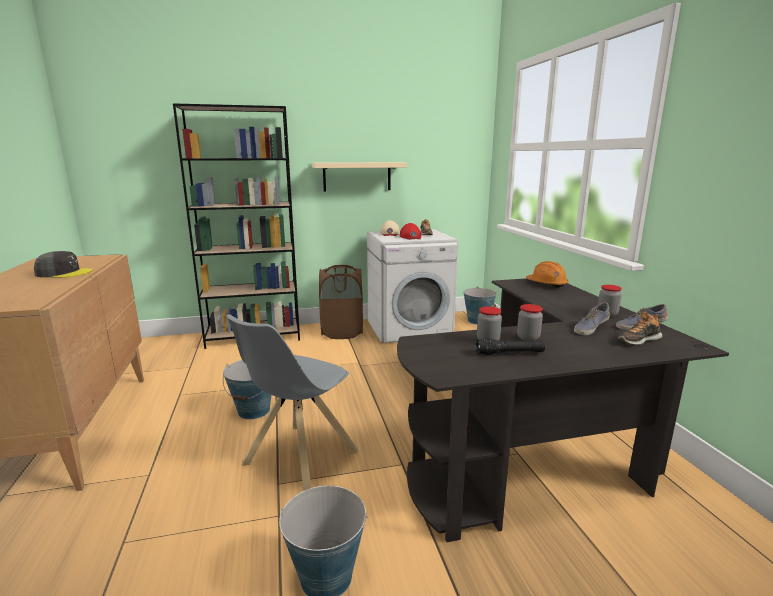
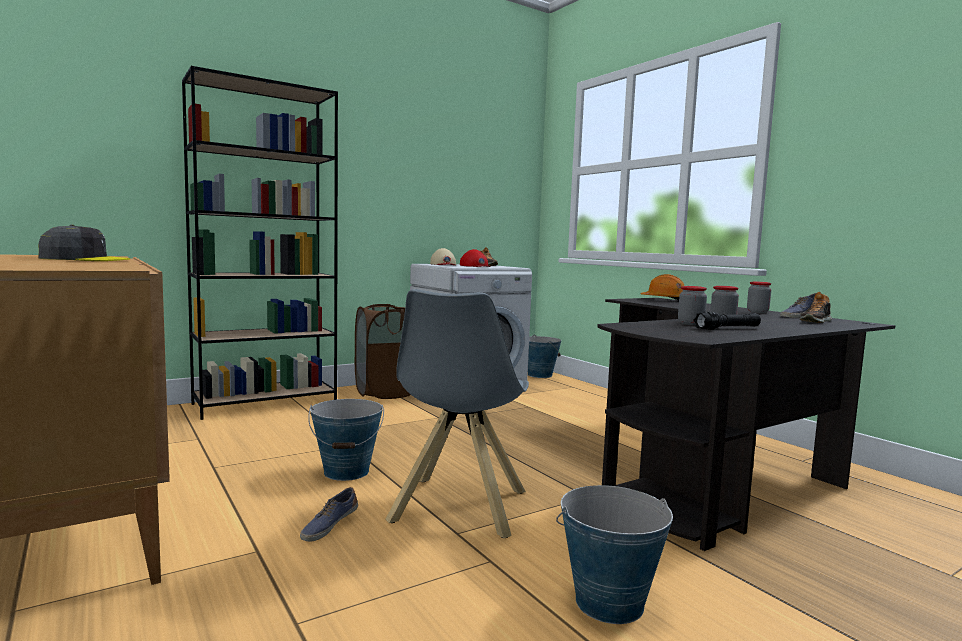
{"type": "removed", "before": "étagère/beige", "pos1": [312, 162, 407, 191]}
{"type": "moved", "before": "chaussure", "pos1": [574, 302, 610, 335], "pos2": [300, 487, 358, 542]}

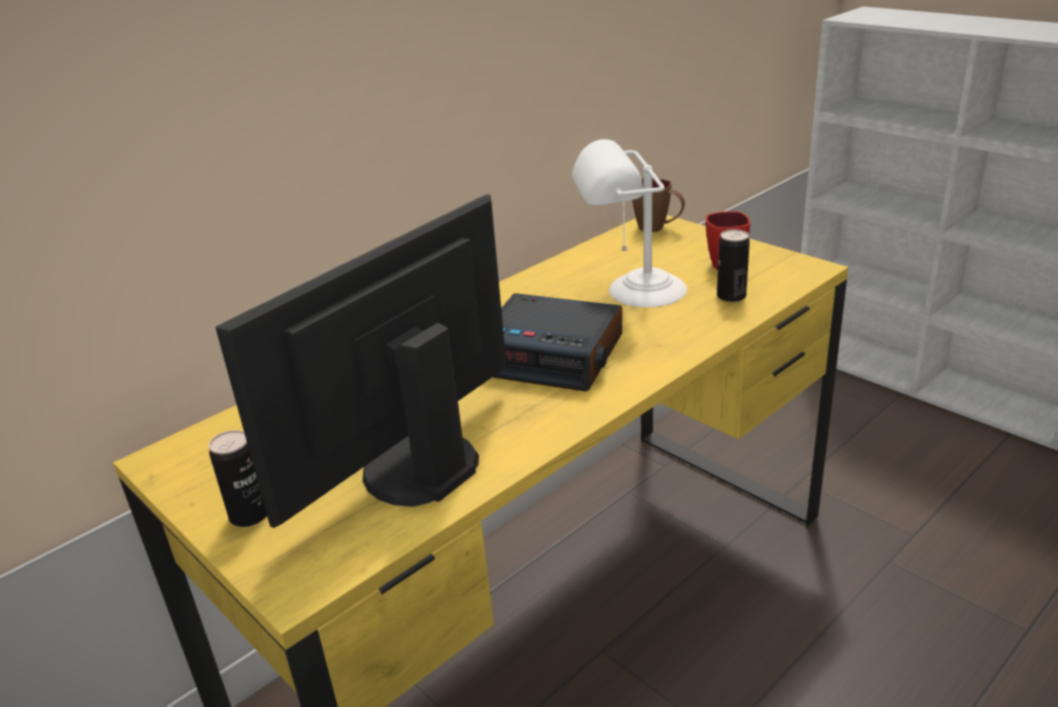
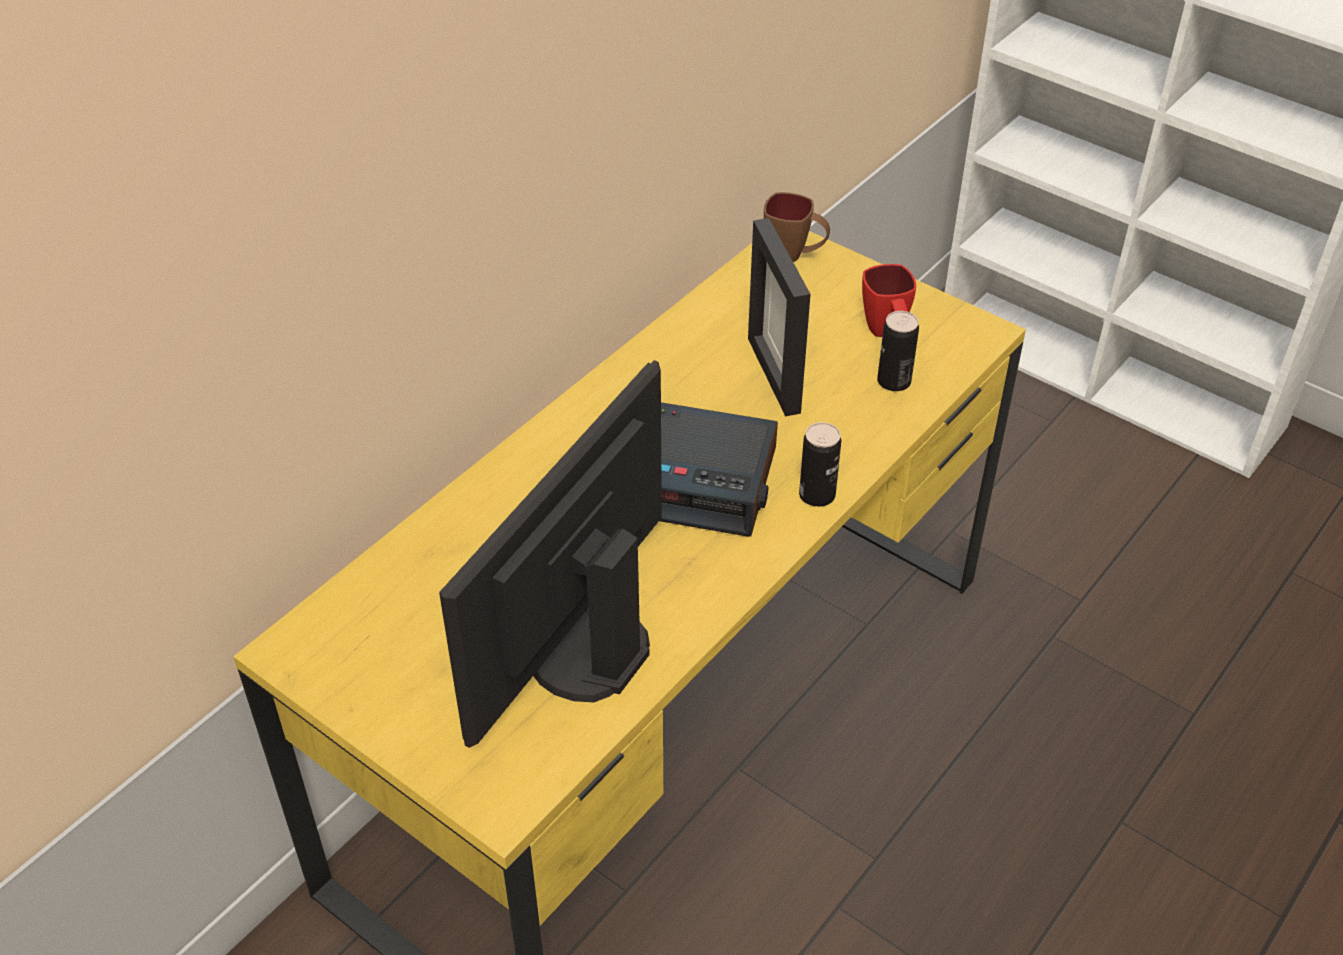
{"type": "moved", "before": "boîte métallique", "pos1": [209, 430, 267, 527], "pos2": [799, 422, 841, 507]}
{"type": "replaced", "before": "lampe de table/blanc", "after": "cadre photo", "pos1": [572, 139, 687, 307], "pos2": [748, 218, 811, 416]}

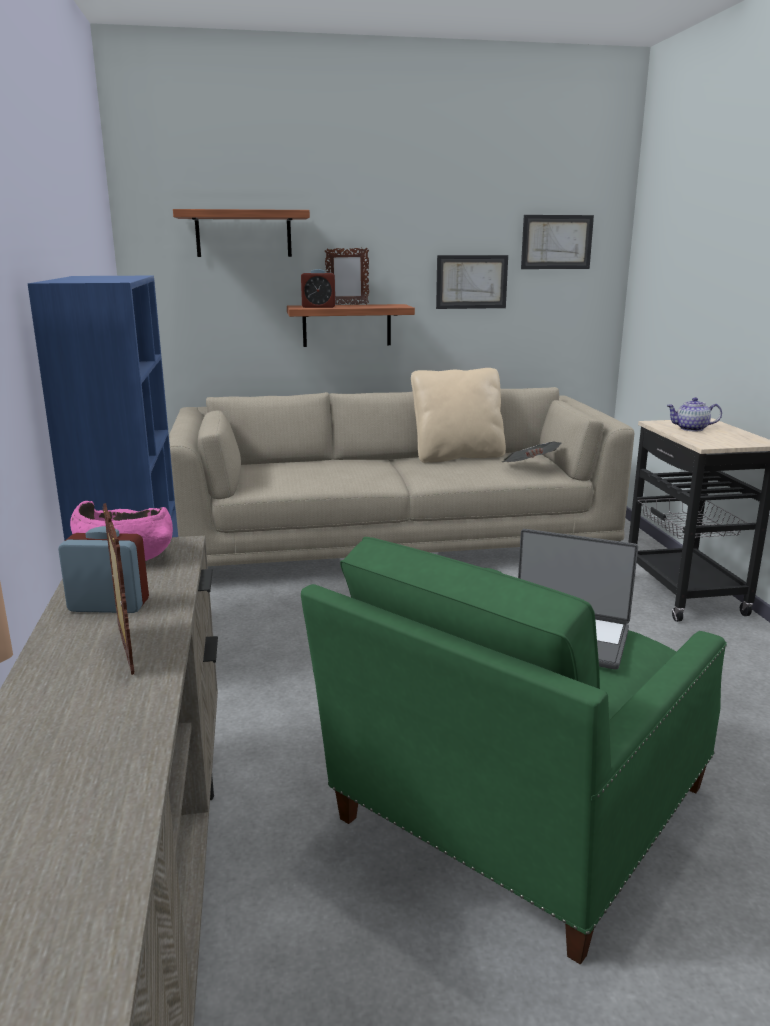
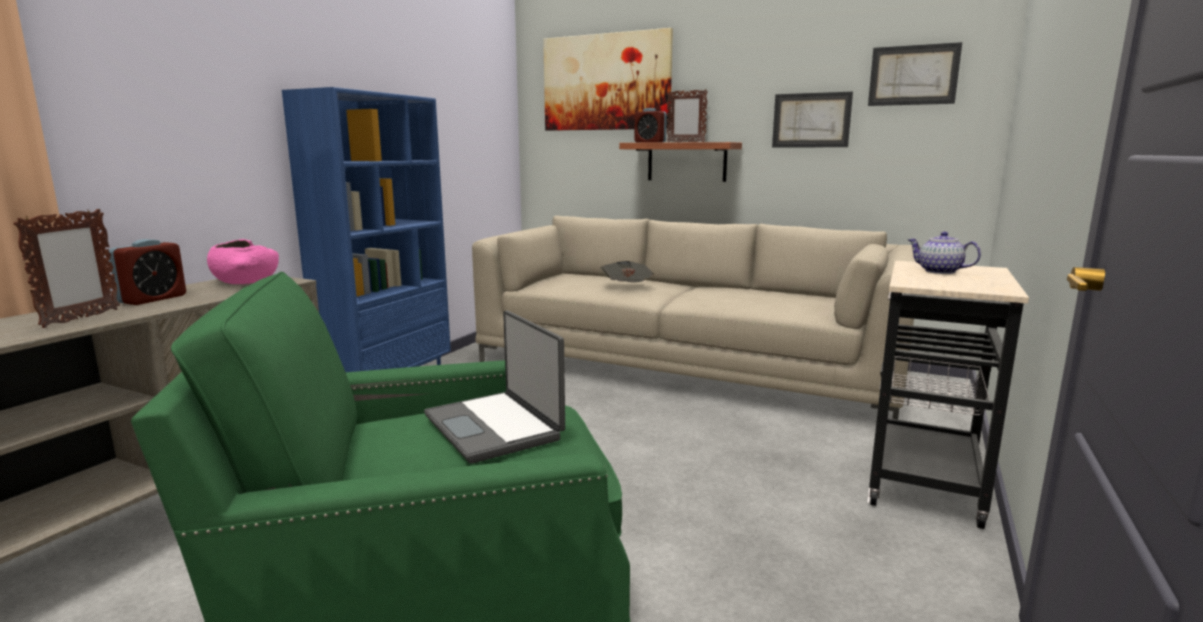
{"type": "turned", "before": "réveil", "pos1": [58, 526, 149, 613], "pos2": [108, 239, 186, 305], "turn": 75}
{"type": "replaced", "before": "étagère", "after": "tableau", "pos1": [173, 209, 310, 257], "pos2": [543, 28, 673, 131]}
{"type": "removed", "before": "coussin/beige", "pos1": [411, 368, 506, 463]}
{"type": "moved", "before": "journal", "pos1": [502, 441, 562, 462], "pos2": [600, 261, 654, 282]}

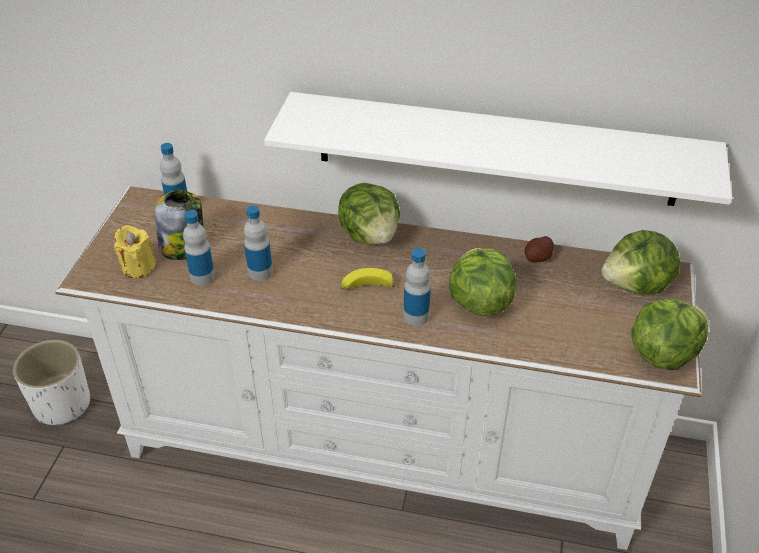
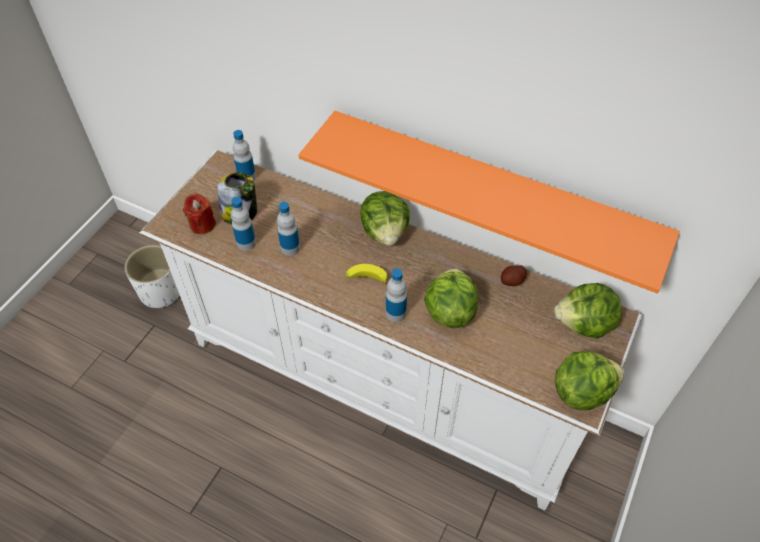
{"type": "recoloured", "before": "bougie/jaune", "after": "bougie/rouge", "pos1": [114, 225, 156, 278], "pos2": [183, 193, 216, 234]}
{"type": "recoloured", "before": "étagère/blanc", "after": "étagère/orange", "pos1": [264, 92, 732, 206], "pos2": [299, 111, 680, 293]}

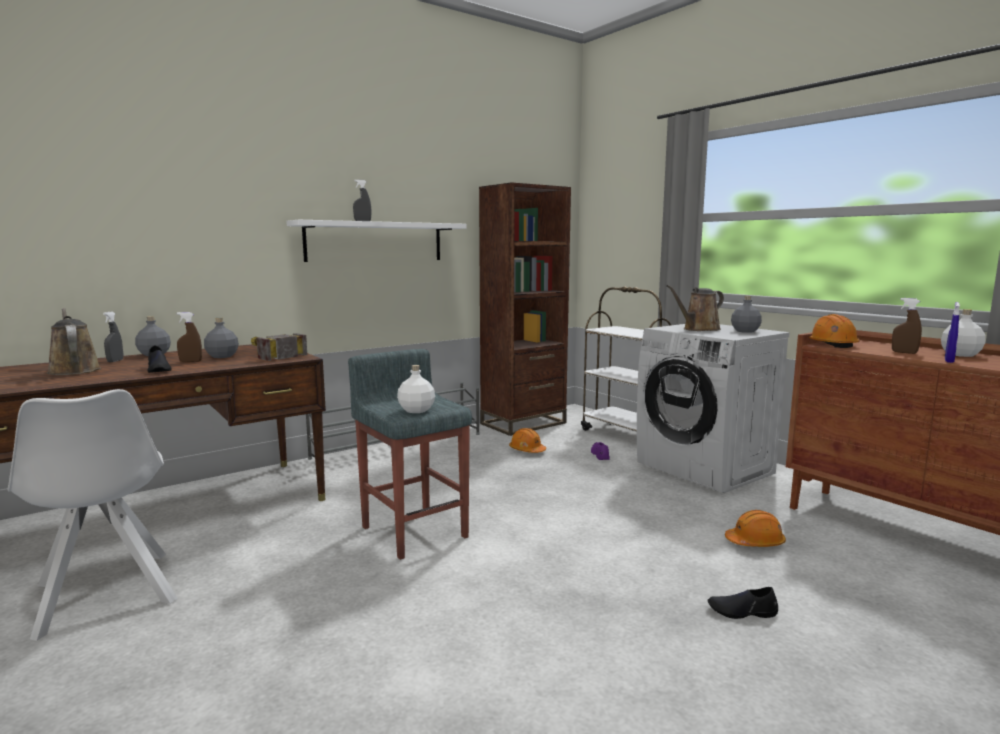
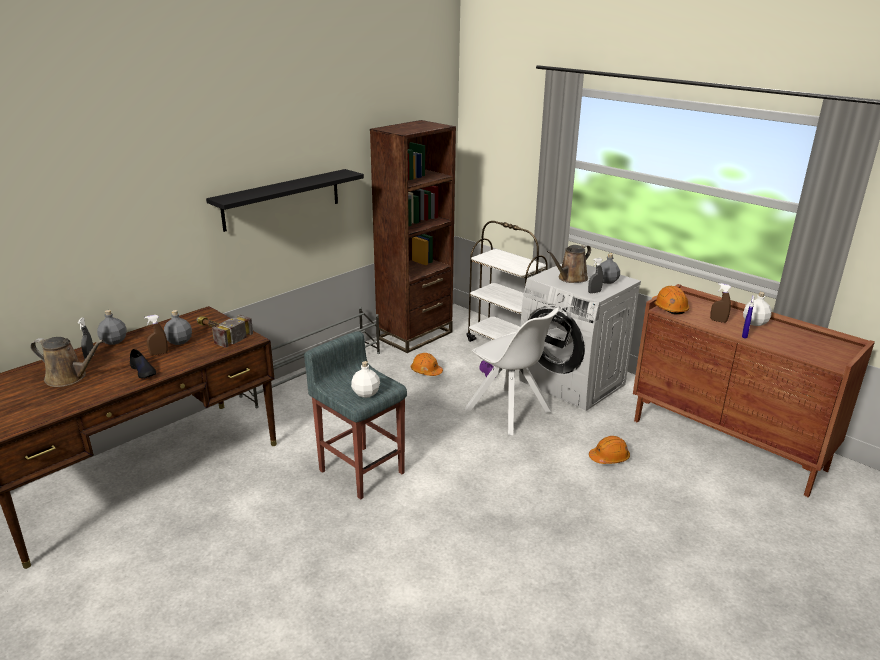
{"type": "moved", "before": "chaise/blanc", "pos1": [7, 389, 178, 641], "pos2": [465, 308, 559, 435]}
{"type": "turned", "before": "arrosoir/marron", "pos1": [47, 308, 101, 375], "pos2": [30, 337, 104, 387], "turn": 150}
{"type": "recoloured", "before": "étagère/blanc", "after": "étagère/noir", "pos1": [286, 220, 467, 262], "pos2": [206, 169, 364, 232]}
{"type": "moved", "before": "vaporisateur/gris", "pos1": [353, 179, 371, 221], "pos2": [588, 258, 603, 294]}
{"type": "removed", "before": "chaussure/noir", "pos1": [707, 587, 778, 619]}

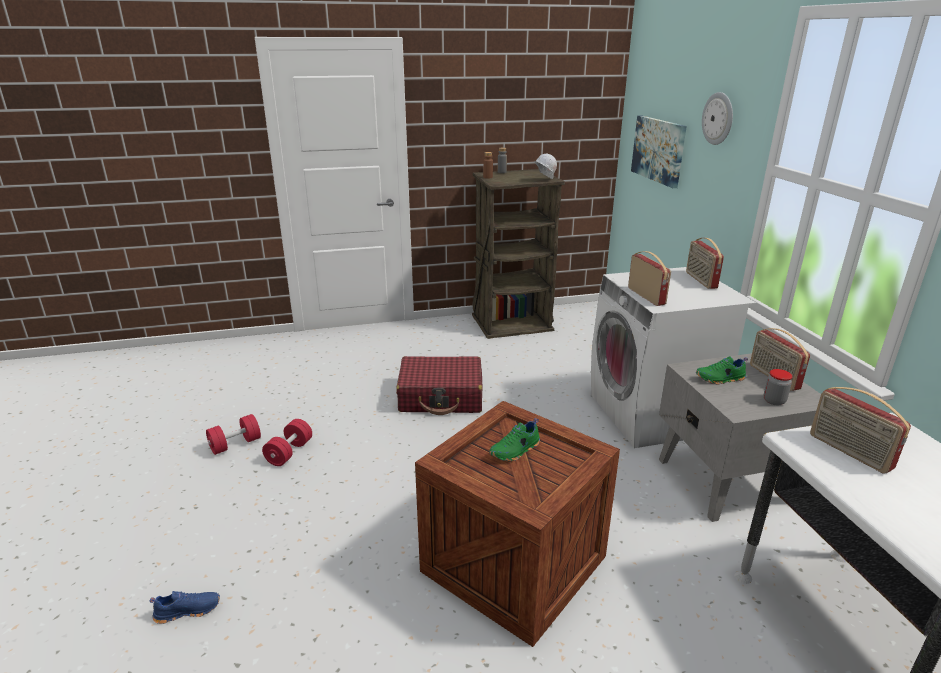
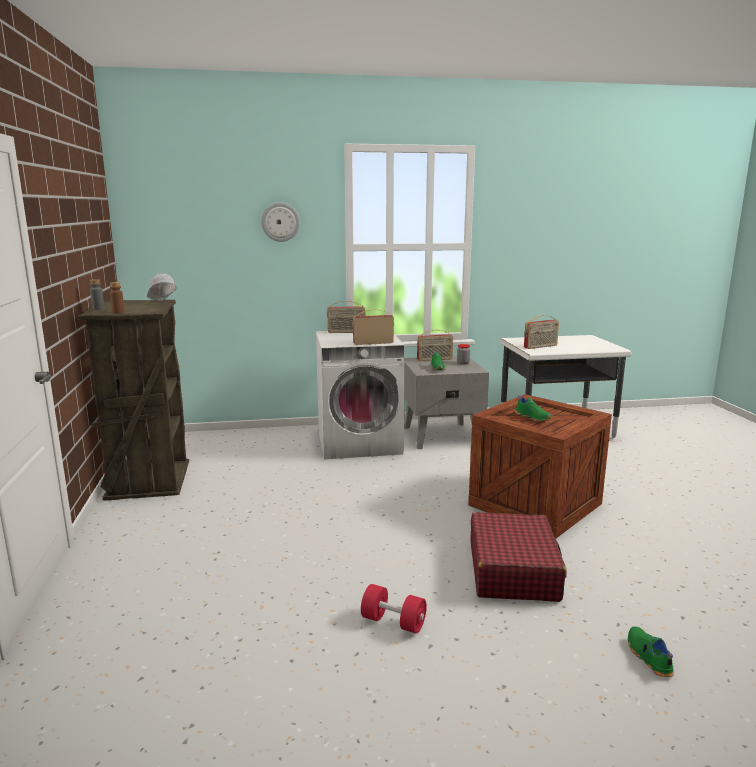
{"type": "recoloured", "before": "chaussure/bleu", "after": "chaussure/vert", "pos1": [150, 591, 220, 624], "pos2": [628, 626, 674, 677]}
{"type": "removed", "before": "haltère/rouge", "pos1": [206, 414, 261, 455]}
{"type": "moved", "before": "valise/rouge", "pos1": [396, 356, 482, 415], "pos2": [471, 512, 567, 602]}
{"type": "removed", "before": "tableau", "pos1": [631, 115, 687, 188]}

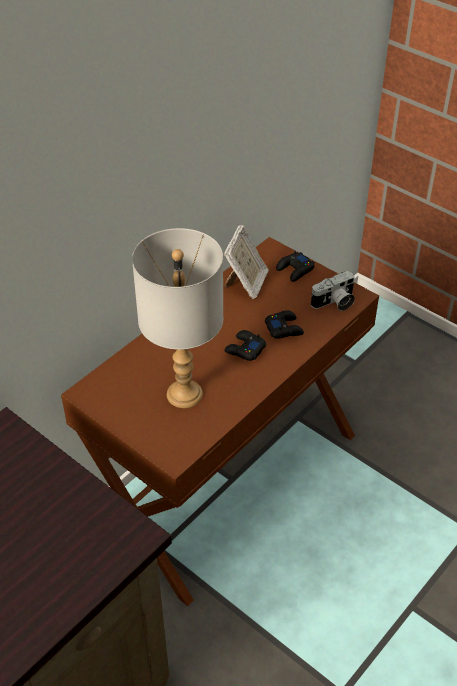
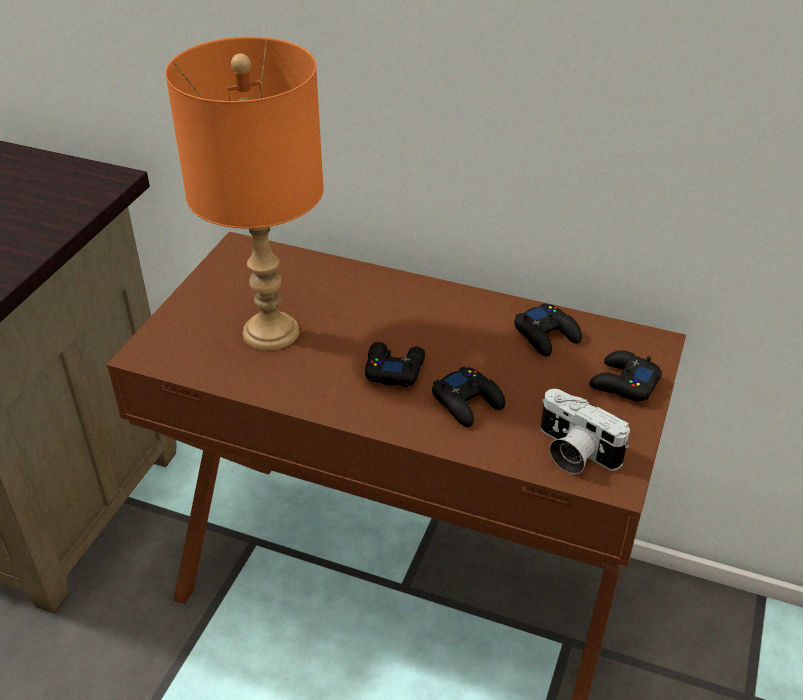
{"type": "recoloured", "before": "lampe de table/gris", "after": "lampe de table/orange", "pos1": [132, 228, 223, 408], "pos2": [165, 37, 324, 351]}
{"type": "replaced", "before": "cadre photo", "after": "manette/noir", "pos1": [224, 225, 269, 299], "pos2": [514, 303, 582, 356]}

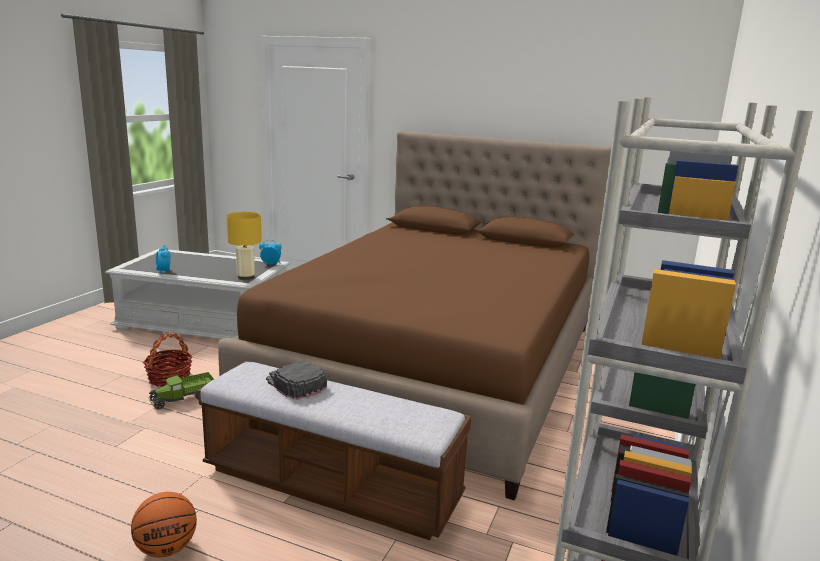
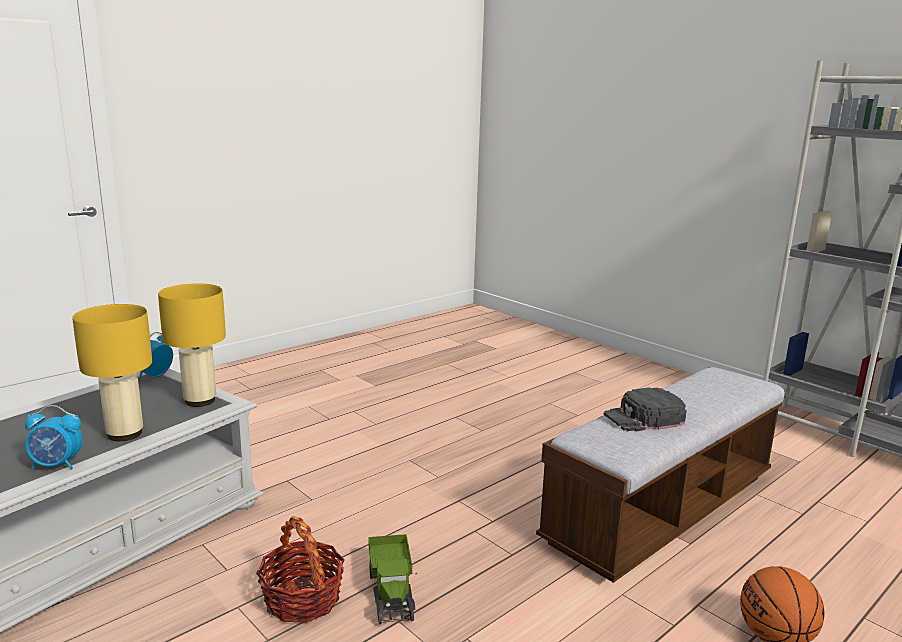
{"type": "removed", "before": "lit/marron", "pos1": [218, 131, 612, 500]}
{"type": "added", "after": "lampe de table/jaune", "pos2": [72, 304, 152, 441]}

